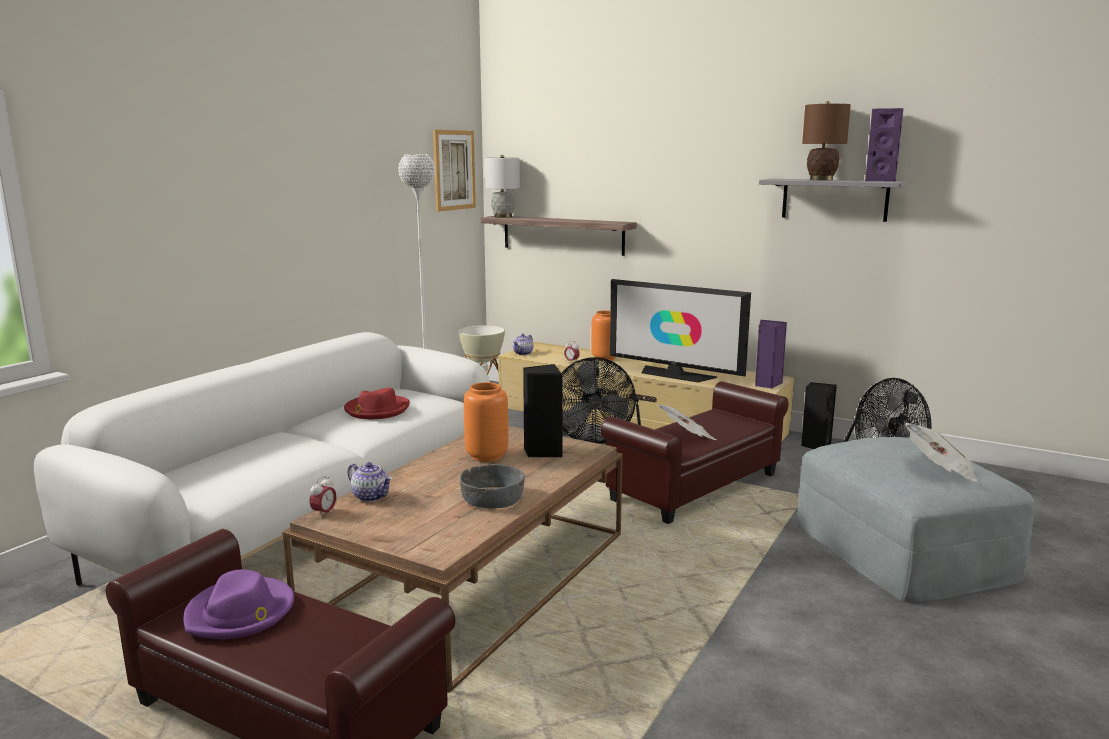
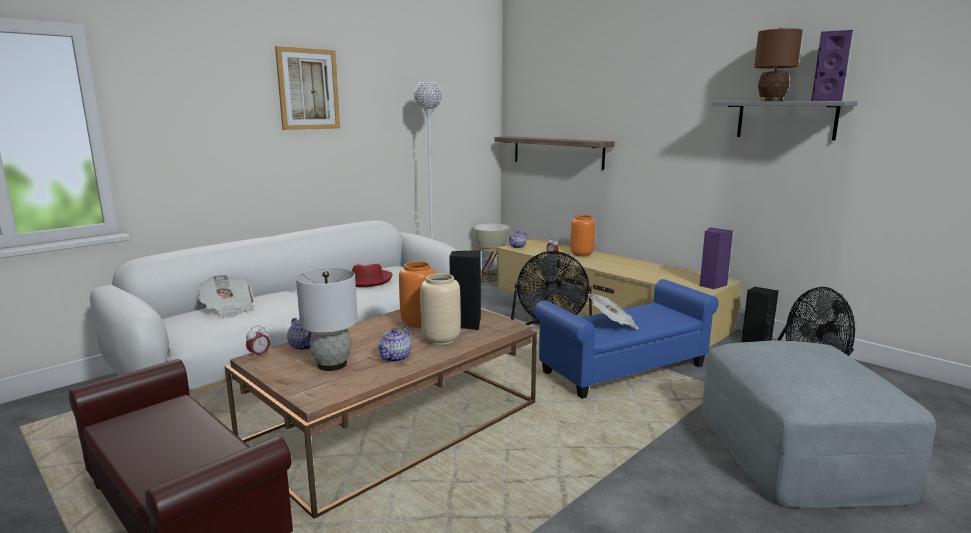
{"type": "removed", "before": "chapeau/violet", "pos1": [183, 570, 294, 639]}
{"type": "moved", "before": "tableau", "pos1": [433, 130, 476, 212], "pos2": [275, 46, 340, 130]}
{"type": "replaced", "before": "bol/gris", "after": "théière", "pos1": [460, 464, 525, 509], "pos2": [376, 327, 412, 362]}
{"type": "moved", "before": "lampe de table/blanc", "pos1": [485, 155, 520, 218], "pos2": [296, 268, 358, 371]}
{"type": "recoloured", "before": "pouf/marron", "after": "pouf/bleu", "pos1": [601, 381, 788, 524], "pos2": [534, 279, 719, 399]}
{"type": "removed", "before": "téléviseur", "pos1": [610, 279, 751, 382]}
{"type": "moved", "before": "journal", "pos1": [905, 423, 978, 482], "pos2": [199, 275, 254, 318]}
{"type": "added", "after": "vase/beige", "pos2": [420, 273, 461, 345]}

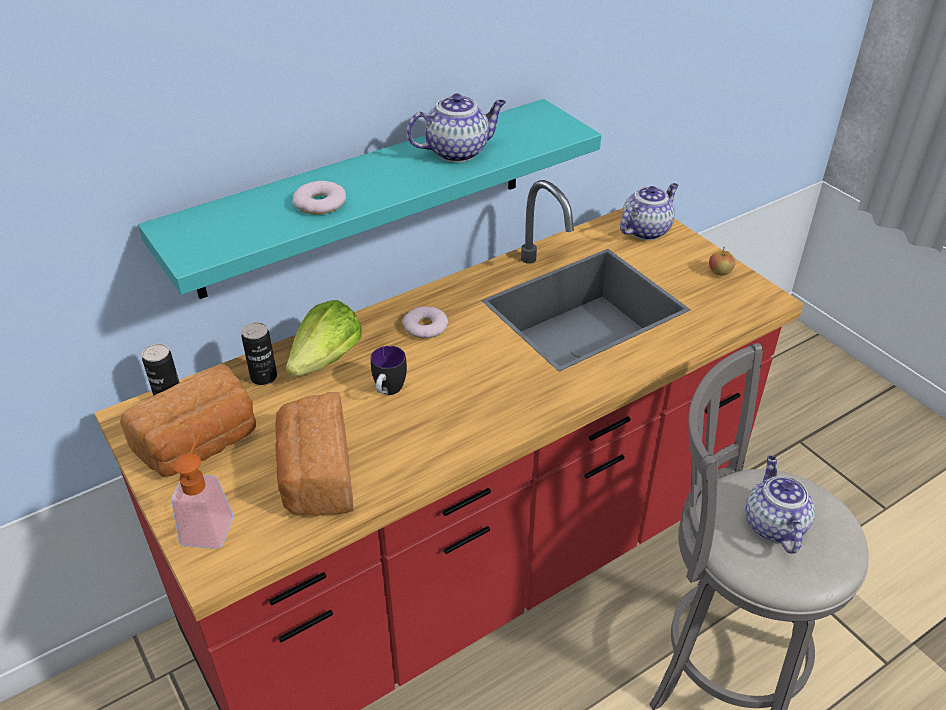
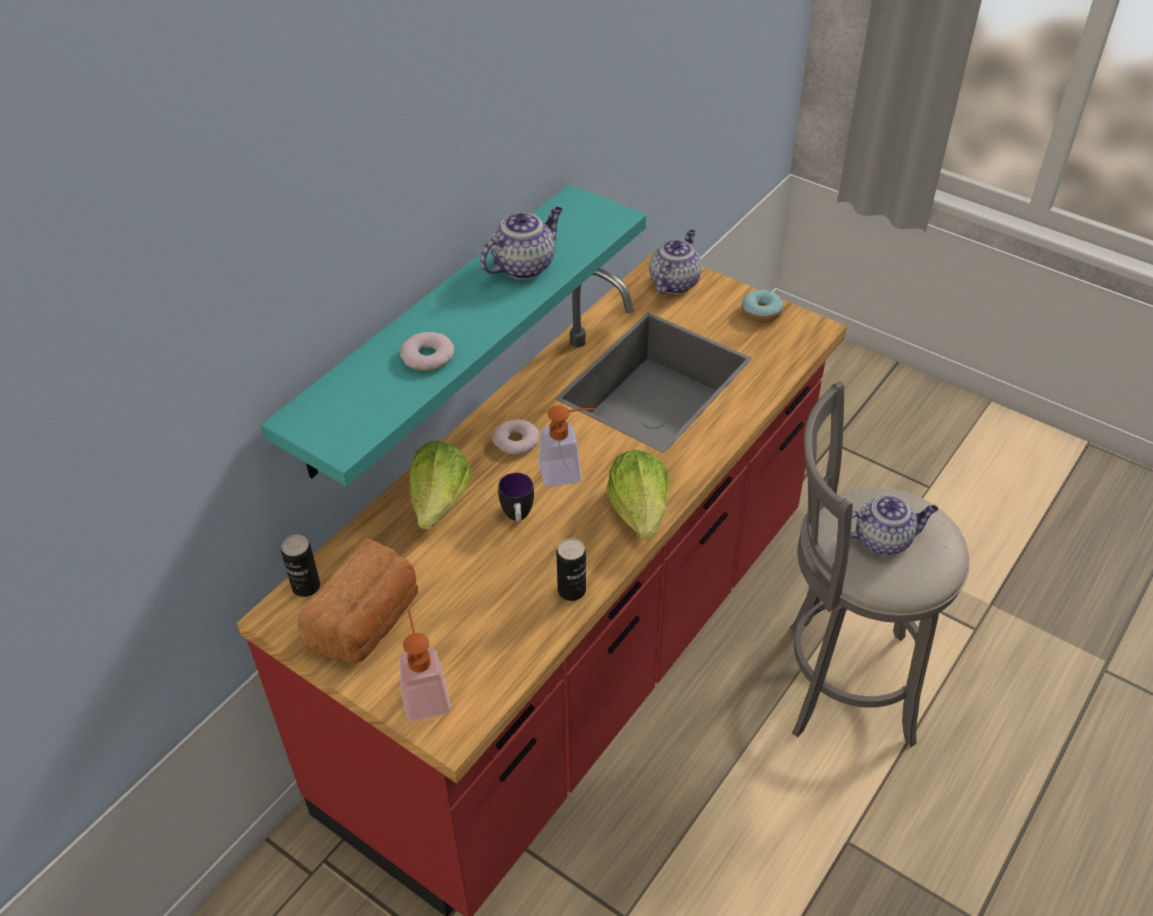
{"type": "moved", "before": "boîte métallique", "pos1": [241, 322, 277, 385], "pos2": [557, 538, 586, 601]}
{"type": "removed", "before": "pain", "pos1": [275, 392, 354, 517]}
{"type": "replaced", "before": "pomme", "after": "beignet", "pos1": [709, 247, 735, 276], "pos2": [742, 289, 783, 323]}
{"type": "turned", "before": "théière", "pos1": [746, 455, 815, 554], "pos2": [850, 495, 938, 555], "turn": 105}
{"type": "added", "after": "distributeur de savon", "pos2": [539, 406, 595, 487]}
{"type": "added", "after": "laitue", "pos2": [607, 450, 670, 540]}

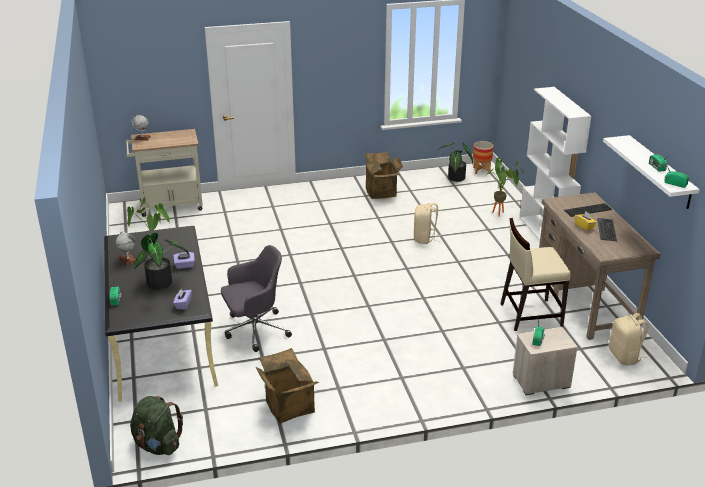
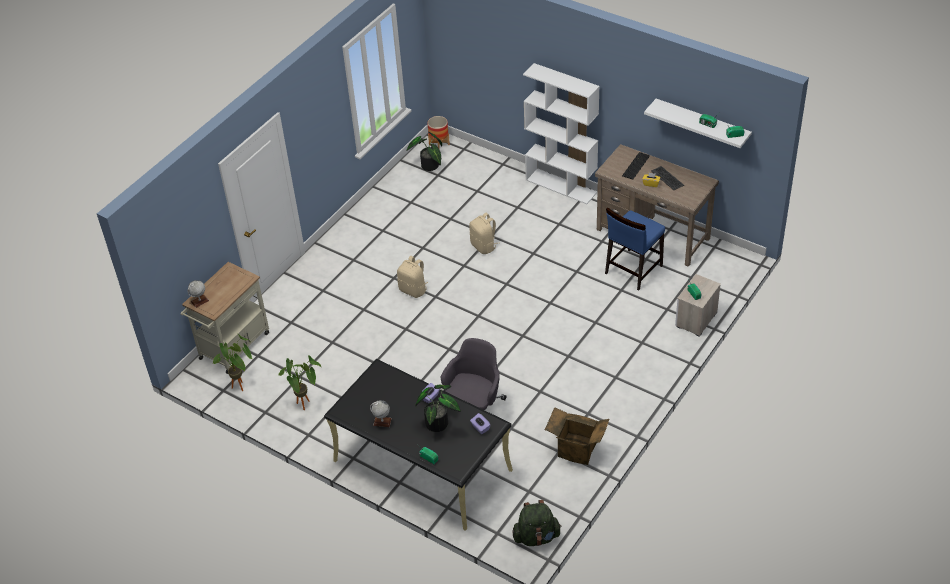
{"type": "removed", "before": "carton", "pos1": [364, 151, 403, 199]}
{"type": "moved", "before": "plante en pot", "pos1": [486, 158, 524, 217], "pos2": [213, 334, 253, 391]}
{"type": "recoloured", "before": "chaise/beige", "after": "chaise/bleu", "pos1": [500, 218, 571, 331], "pos2": [605, 208, 665, 291]}
{"type": "moved", "before": "sac à dos/beige", "pos1": [609, 313, 648, 365], "pos2": [397, 256, 428, 298]}

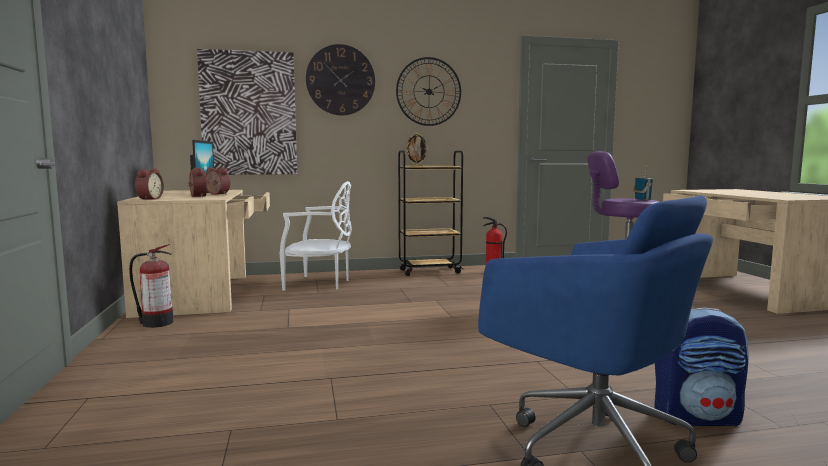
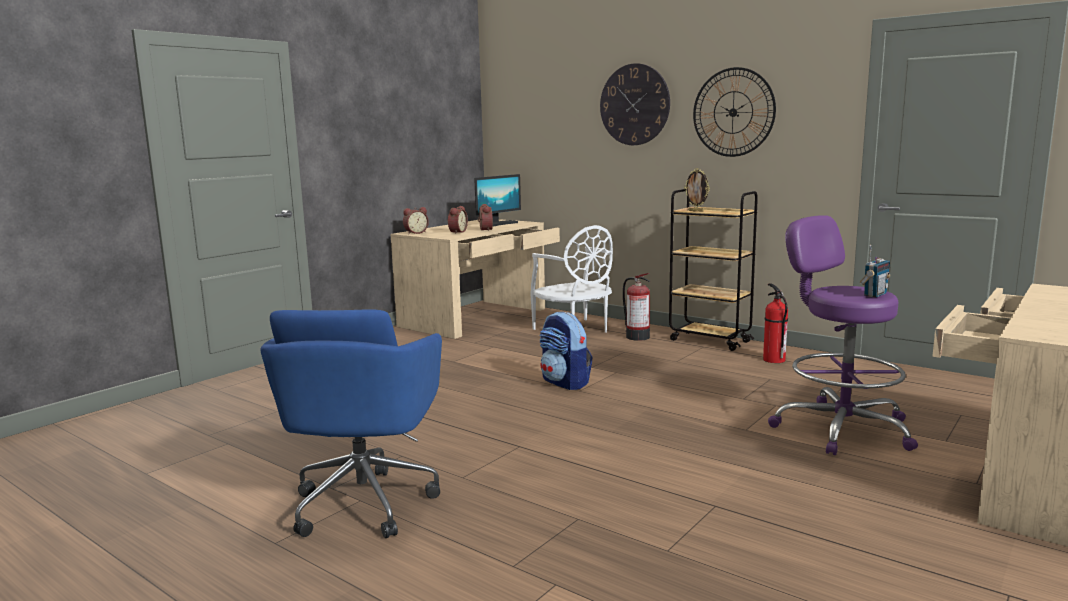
{"type": "moved", "before": "extincteur", "pos1": [129, 244, 173, 328], "pos2": [623, 273, 650, 341]}
{"type": "removed", "before": "tableau", "pos1": [197, 49, 297, 175]}
{"type": "moved", "before": "sac à dos", "pos1": [654, 308, 749, 426], "pos2": [539, 312, 592, 390]}

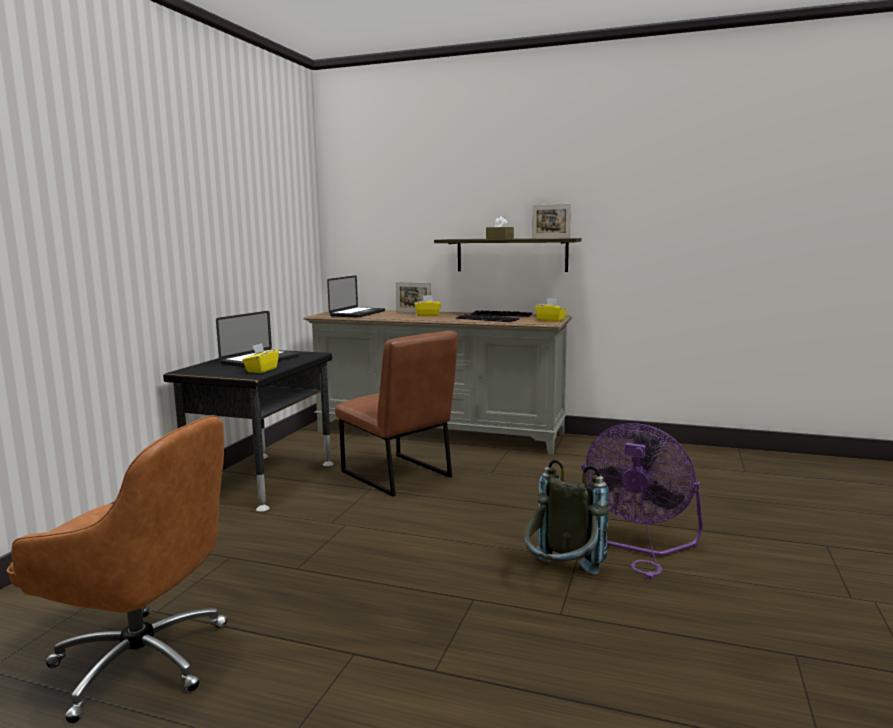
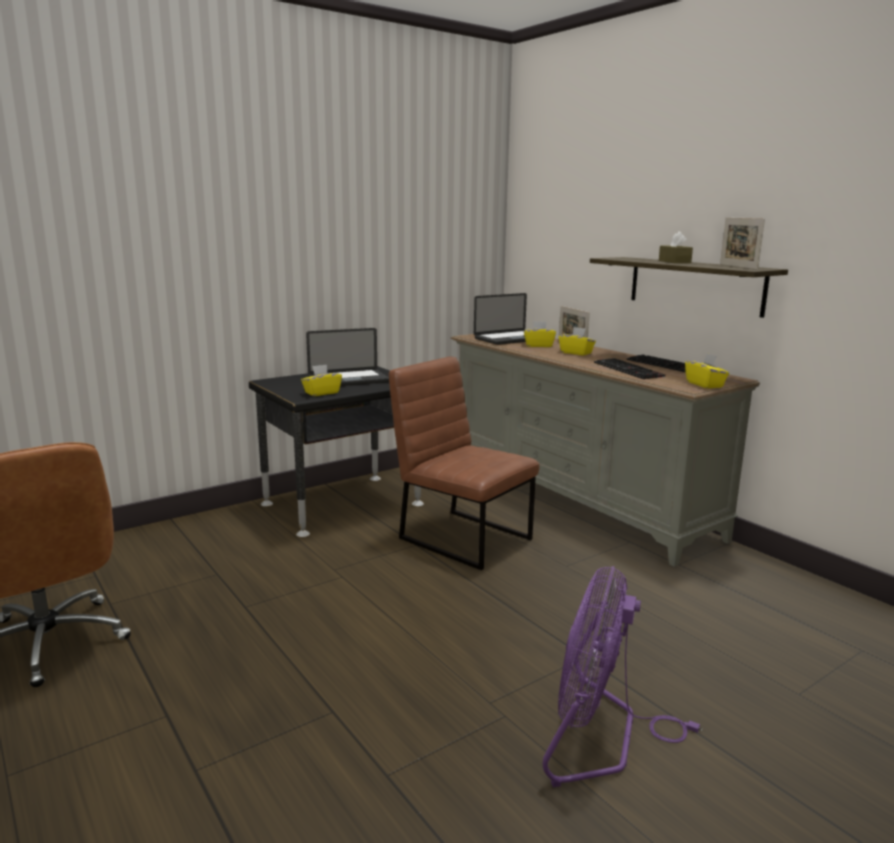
{"type": "turned", "before": "chaise/marron", "pos1": [335, 331, 458, 496], "pos2": [389, 357, 539, 570], "turn": 135}
{"type": "removed", "before": "sac à dos/gris", "pos1": [524, 459, 609, 574]}
{"type": "turned", "before": "ventilateur/violet", "pos1": [581, 423, 703, 580], "pos2": [543, 566, 703, 788], "turn": -135}
{"type": "added", "after": "boîte à mouchoirs/jaune", "pos2": [524, 321, 556, 347]}

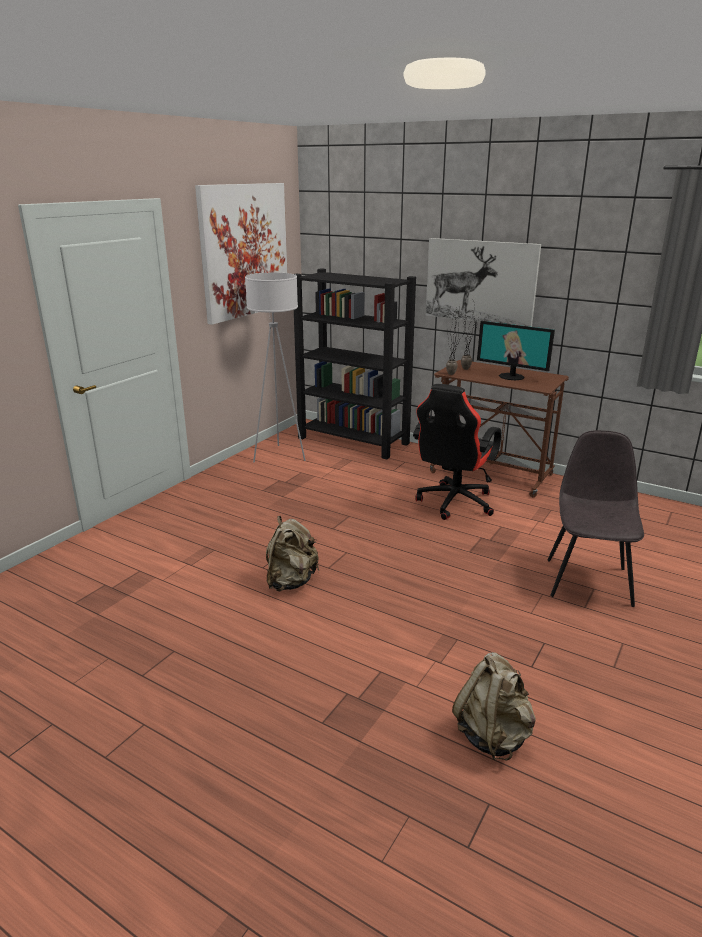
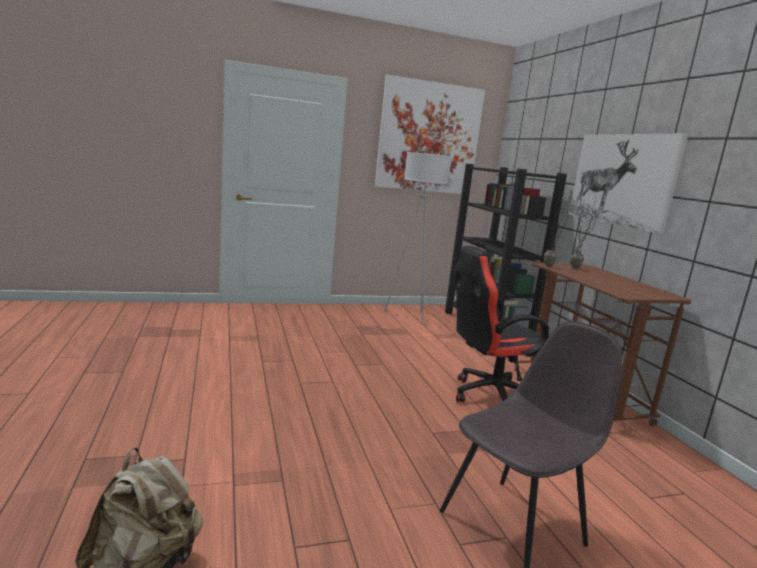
{"type": "removed", "before": "sac à dos/beige", "pos1": [266, 516, 319, 591]}
{"type": "removed", "before": "écran d'ordinateur", "pos1": [477, 321, 555, 380]}

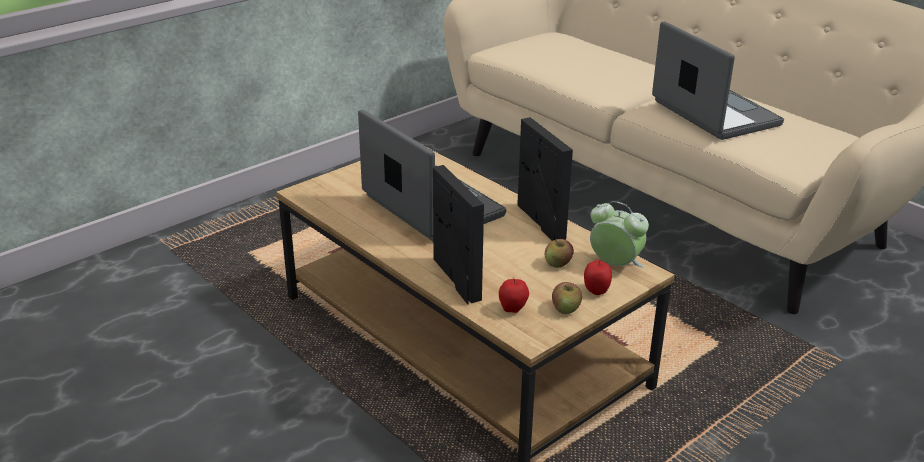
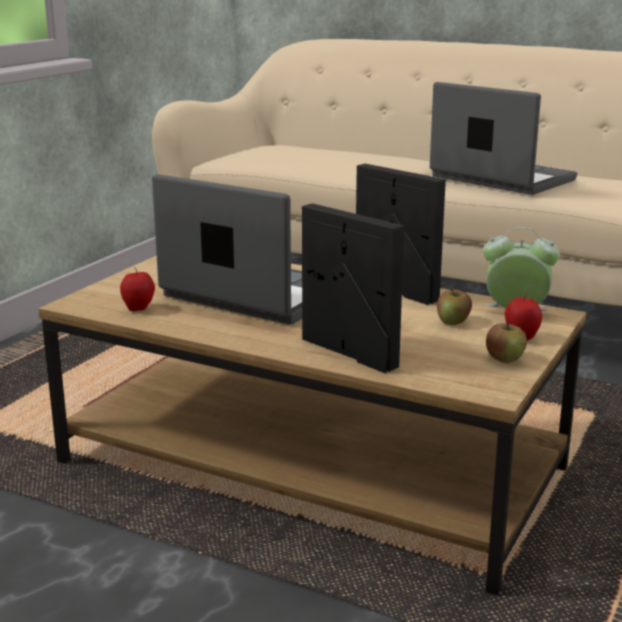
{"type": "moved", "before": "pomme", "pos1": [499, 278, 529, 313], "pos2": [120, 267, 155, 311]}

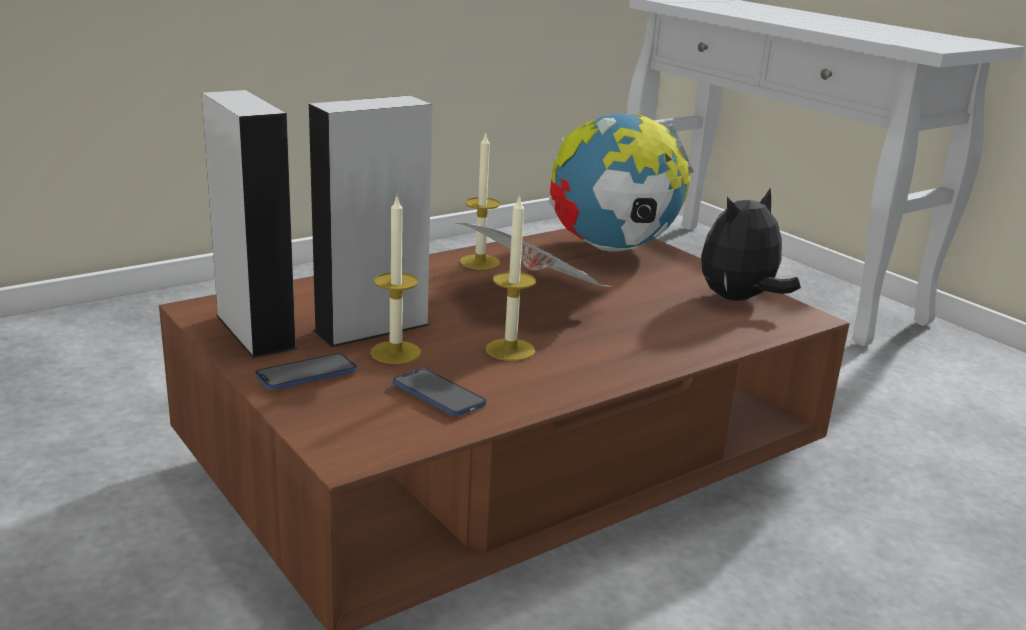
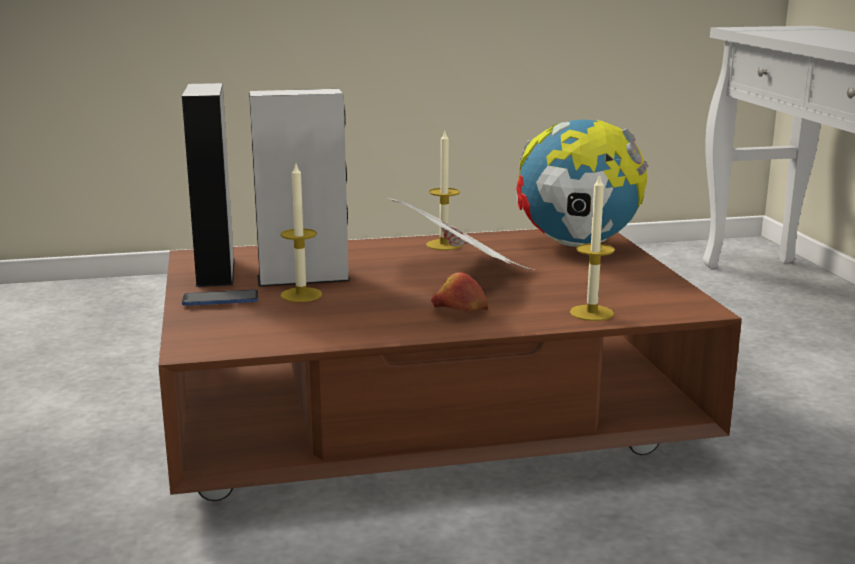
{"type": "removed", "before": "téléphone", "pos1": [393, 369, 486, 416]}
{"type": "moved", "before": "bougie", "pos1": [486, 195, 536, 361], "pos2": [570, 173, 615, 321]}
{"type": "removed", "before": "peluche", "pos1": [701, 189, 801, 301]}
{"type": "added", "after": "pomme", "pos2": [431, 272, 488, 311]}

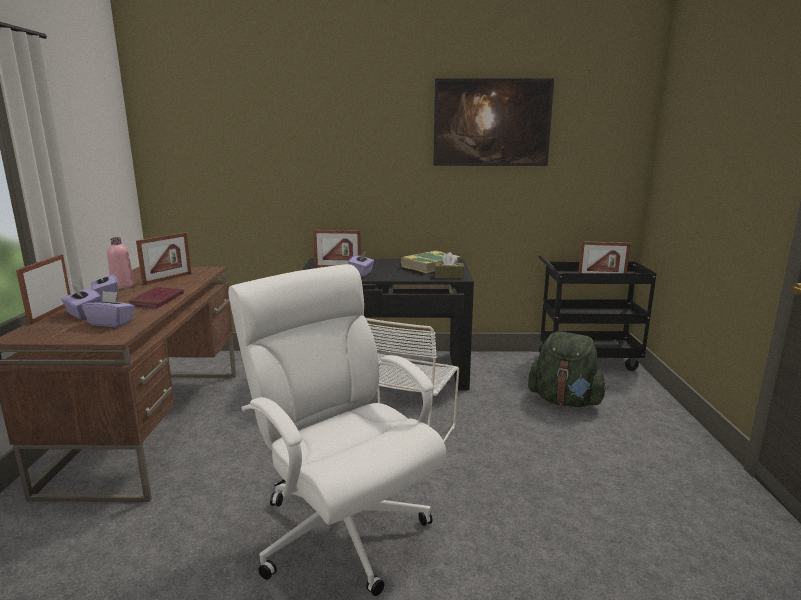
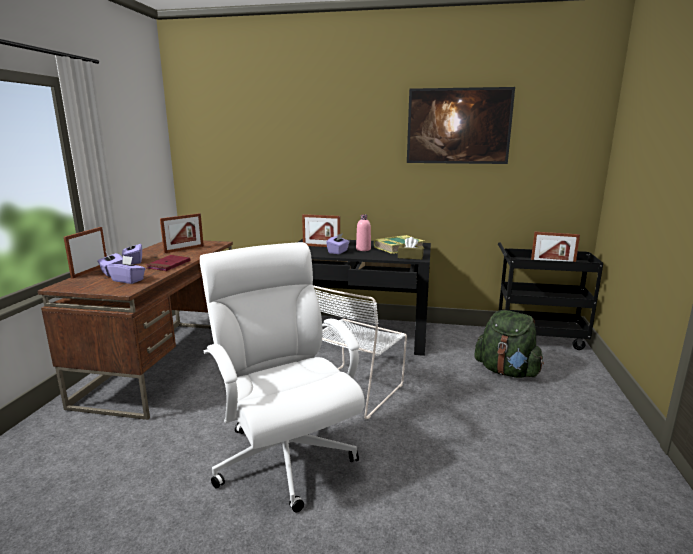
{"type": "moved", "before": "bouteille/rose", "pos1": [107, 237, 134, 289], "pos2": [356, 214, 371, 251]}

